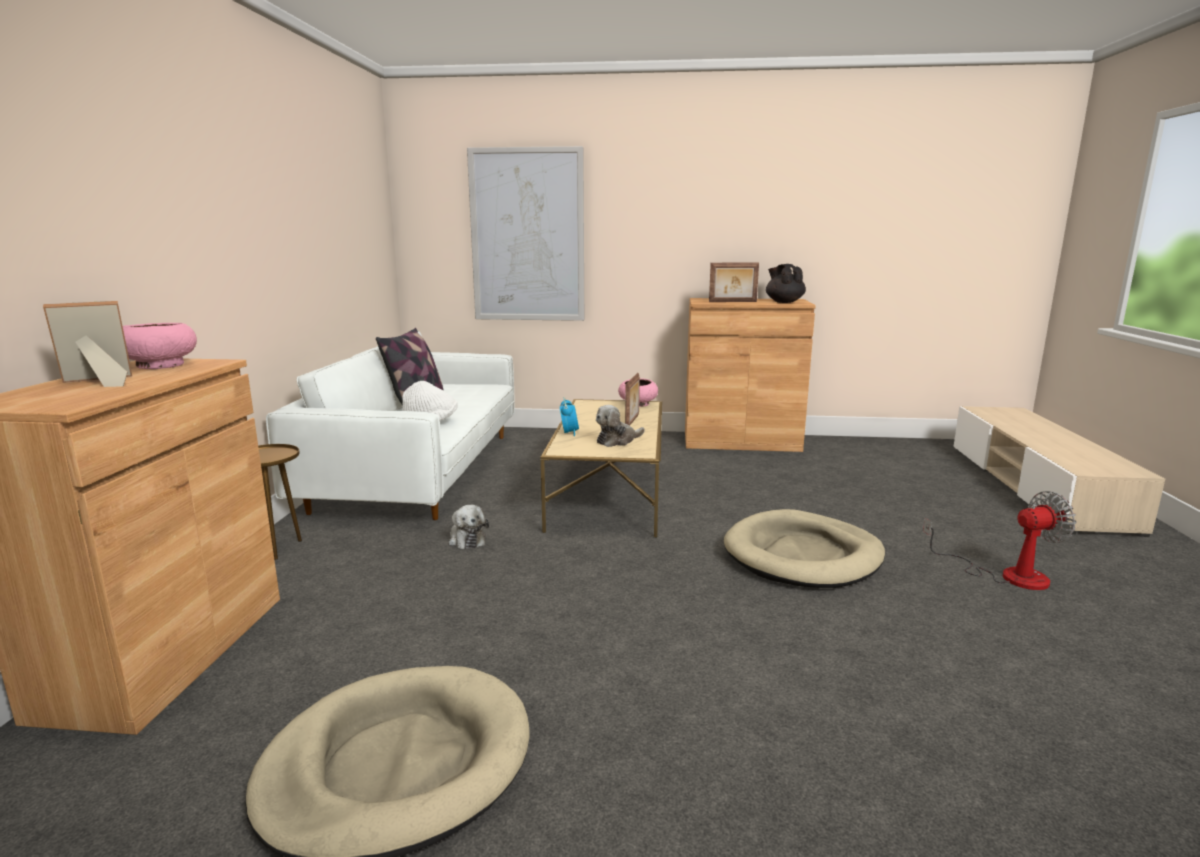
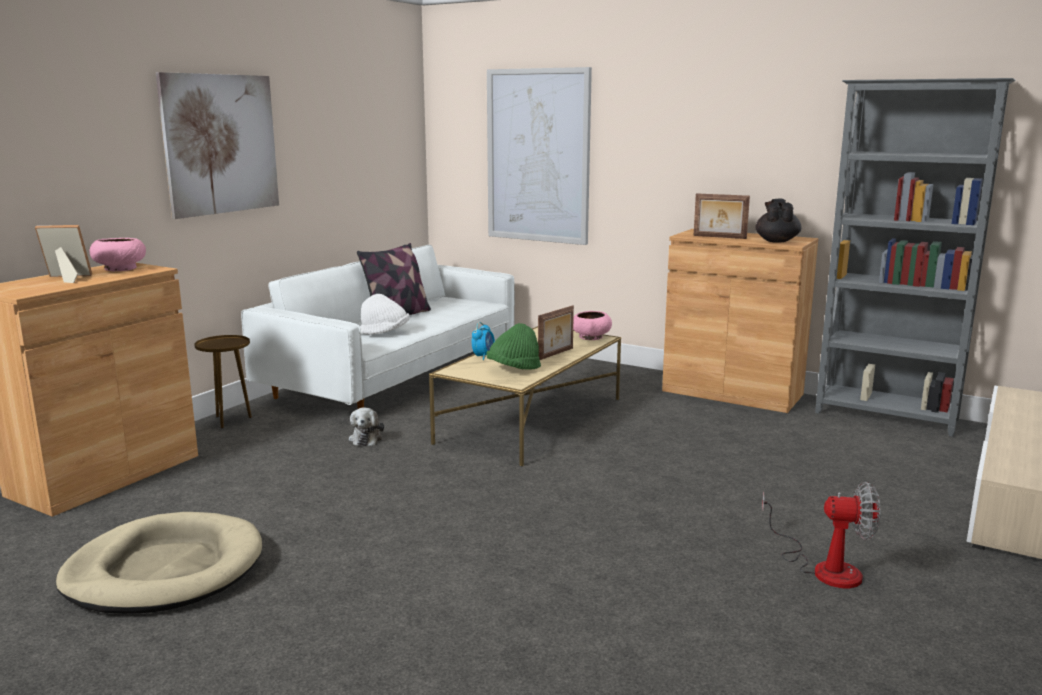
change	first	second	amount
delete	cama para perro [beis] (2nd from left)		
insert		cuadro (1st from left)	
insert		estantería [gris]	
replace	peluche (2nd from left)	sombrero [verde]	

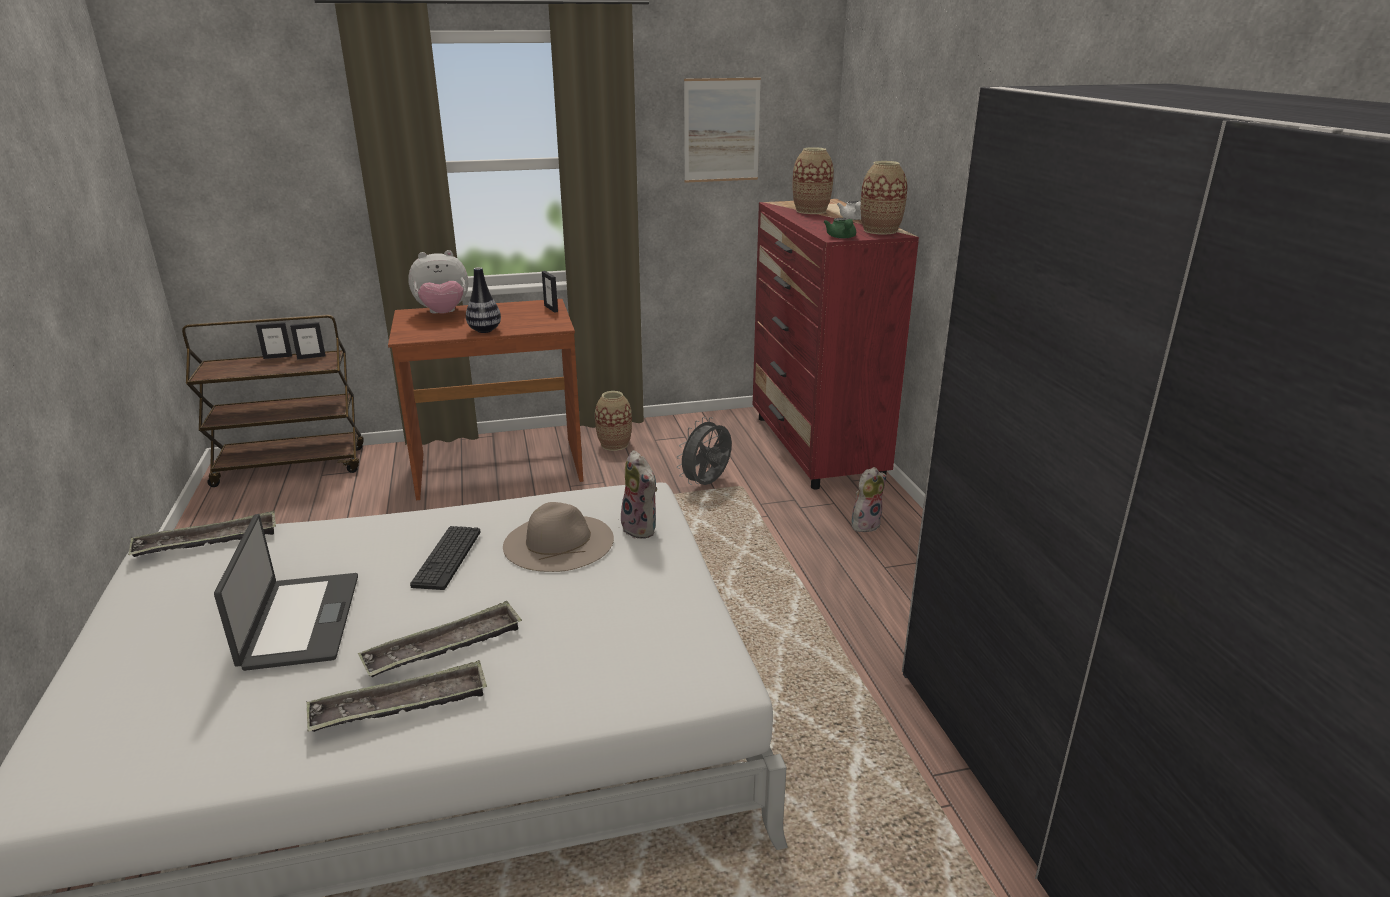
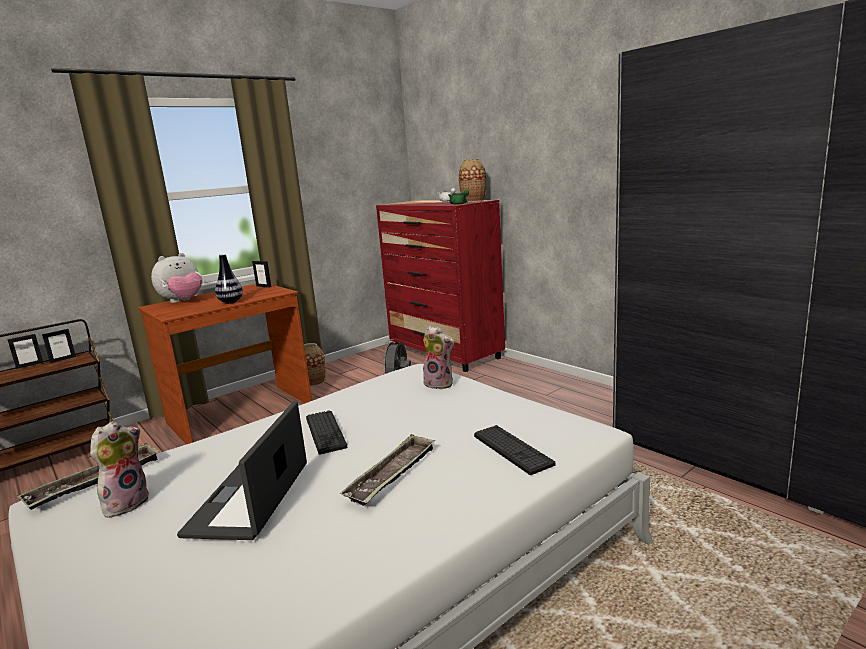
change	first	second	amount
delete	bandeja (2nd from left)		
delete	sombrero [beis]		
delete	cuadro		
delete	florero (3rd from left)		
insert		teclado (2nd from left)	
move	peluche (3rd from left in the first image)	peluche (1st from left)	
rotate	portátil		135 degrees counterclockwise

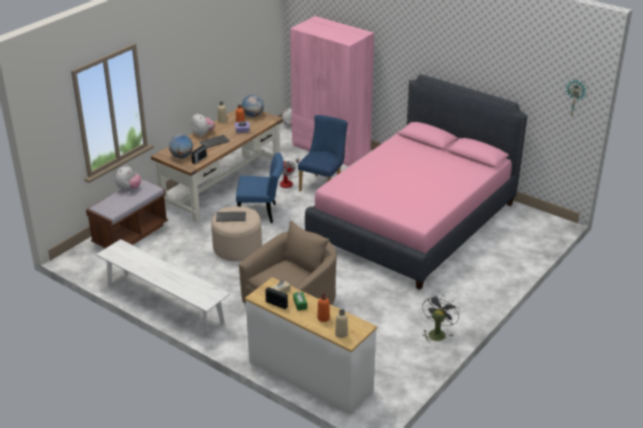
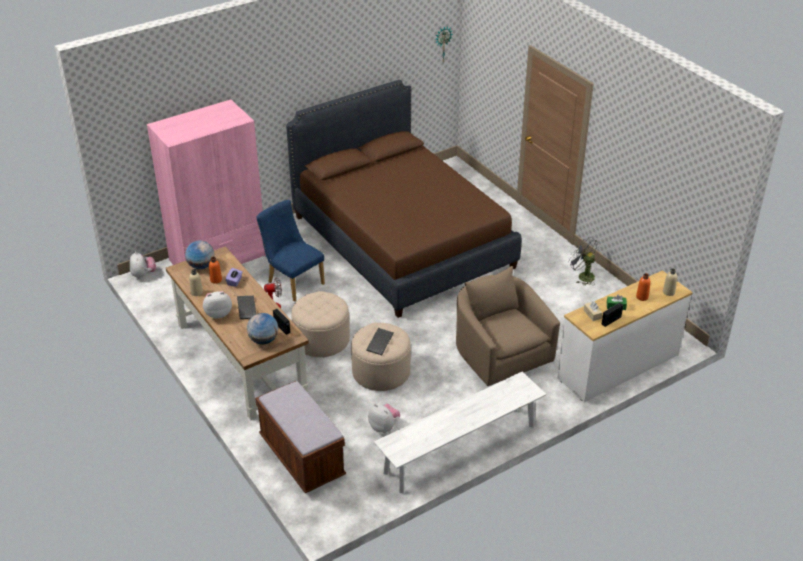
change	first	second	amount
move	peluche (1st from left in the first image)	peluche (3rd from left)	
replace	silla [azul] (1st from left)	puf [beis] (1st from left)	
recolor	cama [rosa]	cama [marrón]	

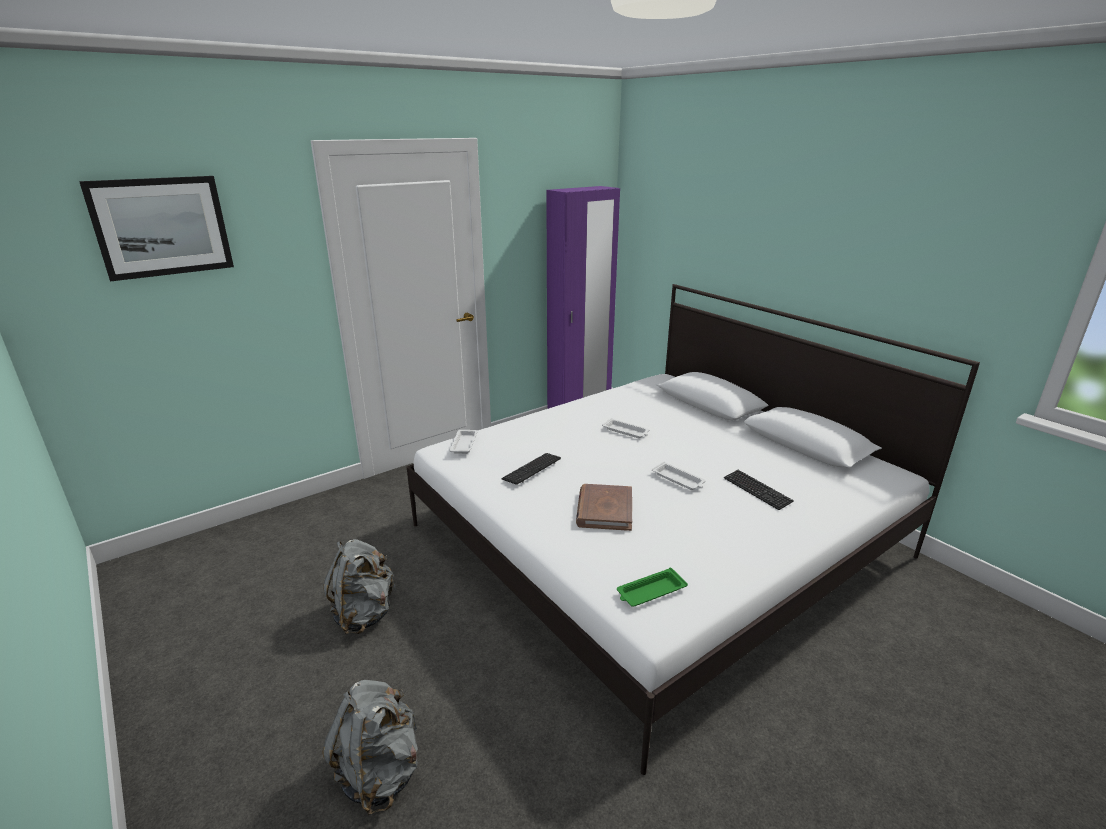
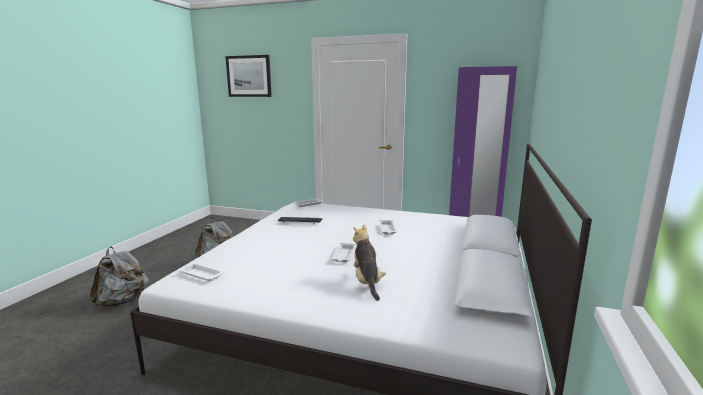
change	first	second	amount
delete	libro [marrón]		
replace	teclado (2nd from left)	peluche	
recolor	bandeja [verde]	bandeja [blanco] (1st from left)	

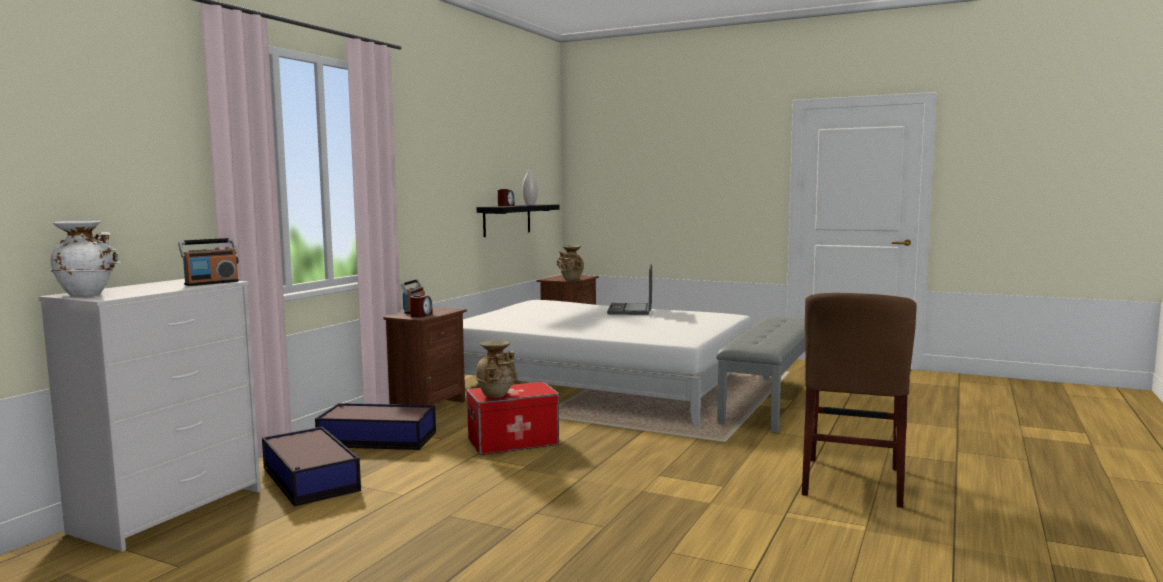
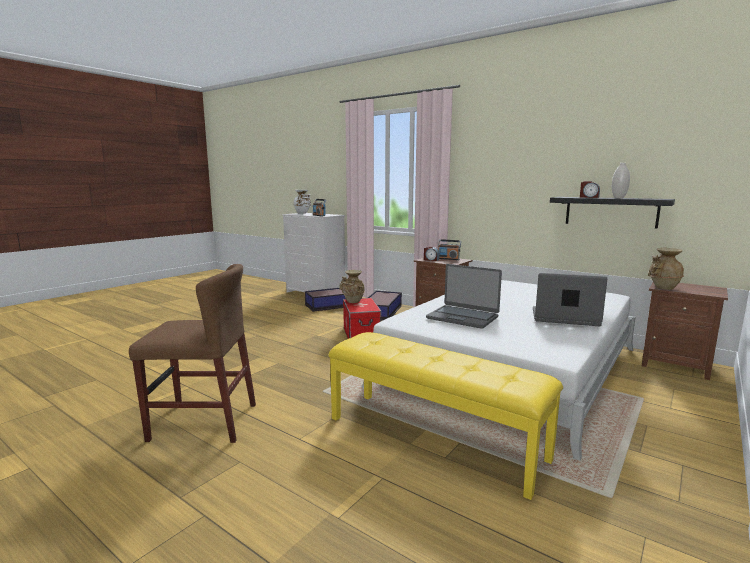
change	first	second	amount
insert		portátil (1st from left)	
recolor	banco [gris]	banco [amarillo]	
rotate	silla [marrón]		150 degrees clockwise

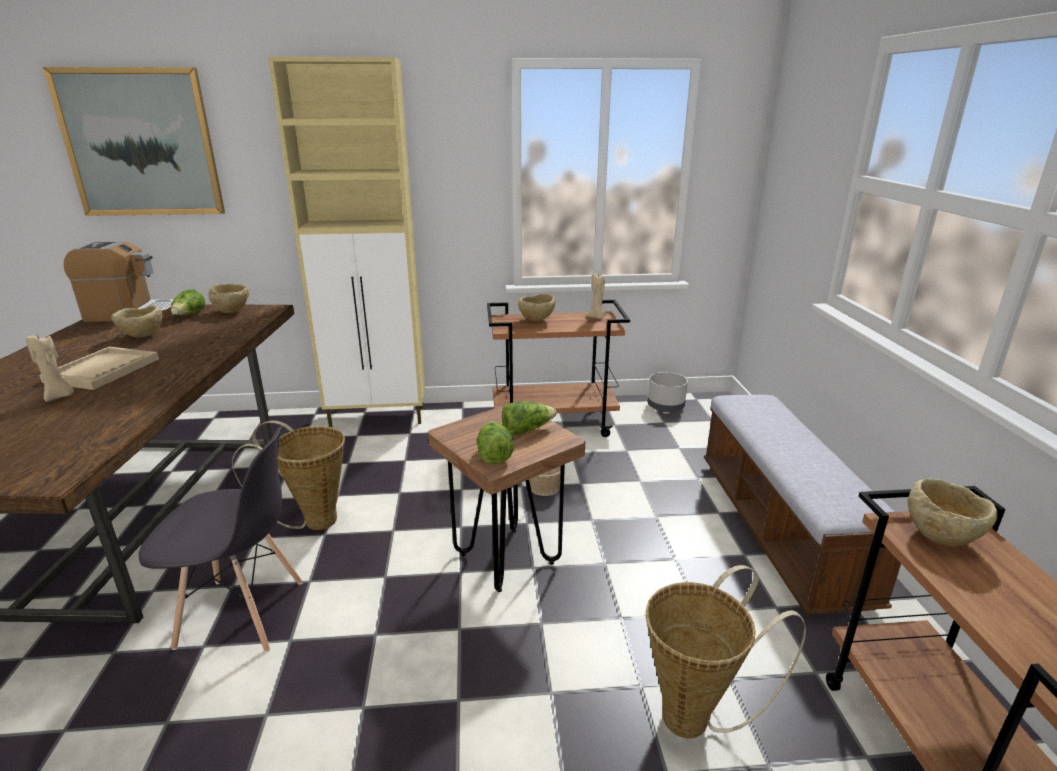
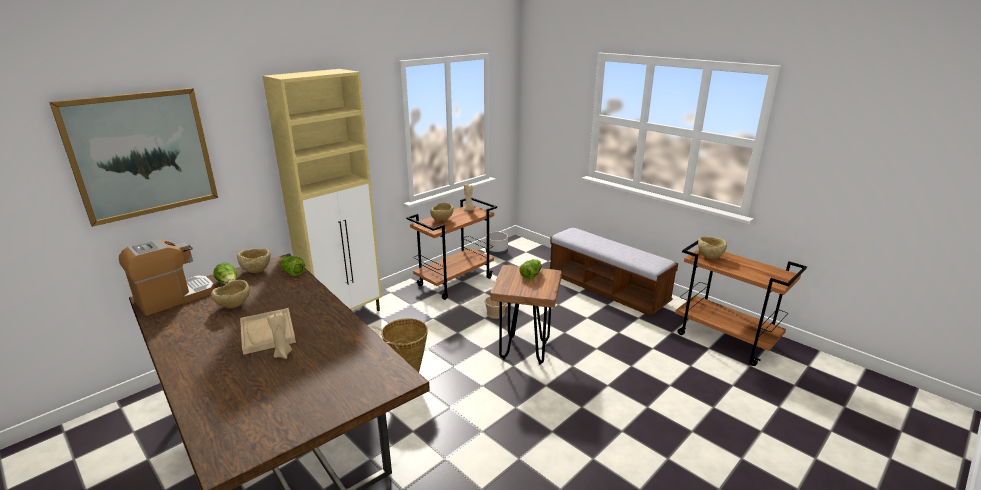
change	first	second	amount
delete	silla [gris]		
delete	cesta (3rd from left)		
move	lechuga (2nd from left)		

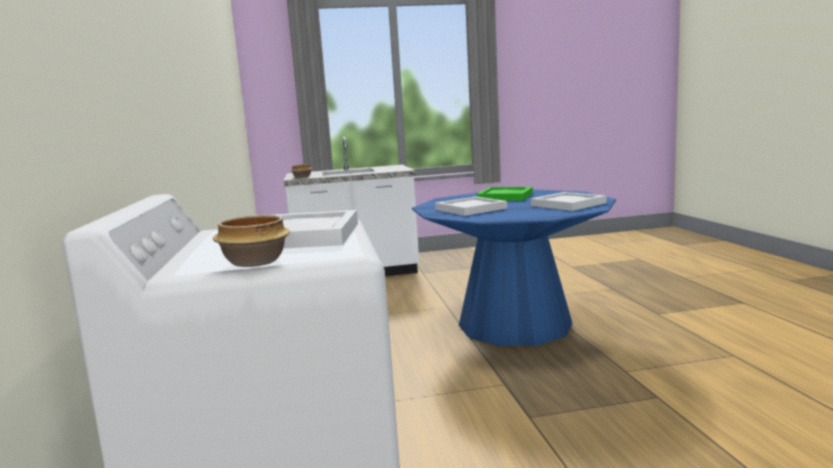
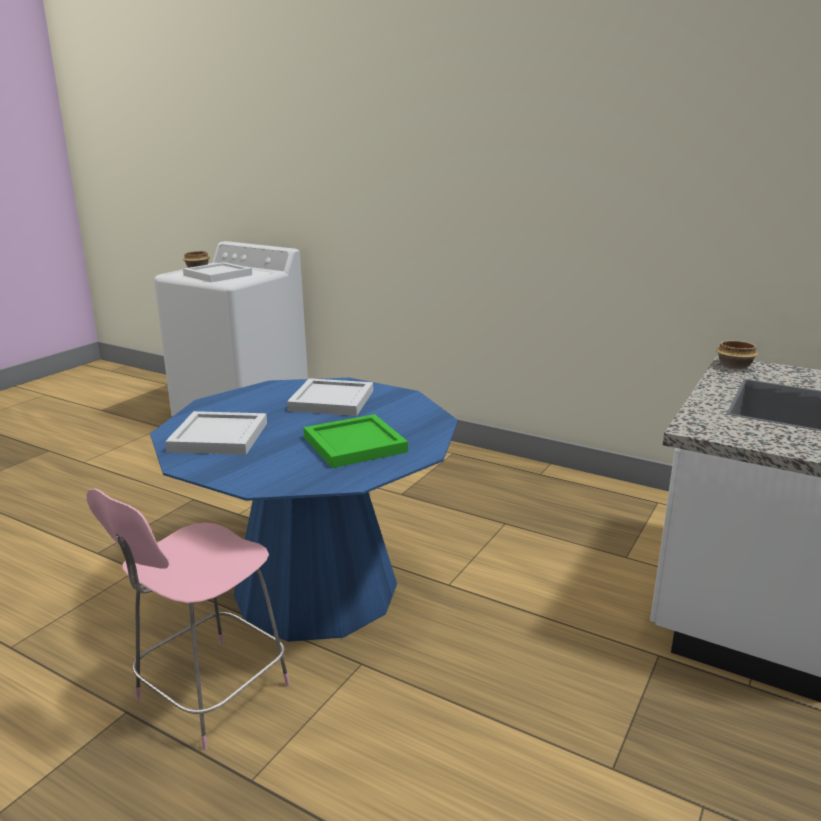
change	first	second	amount
insert		silla [rosa]	

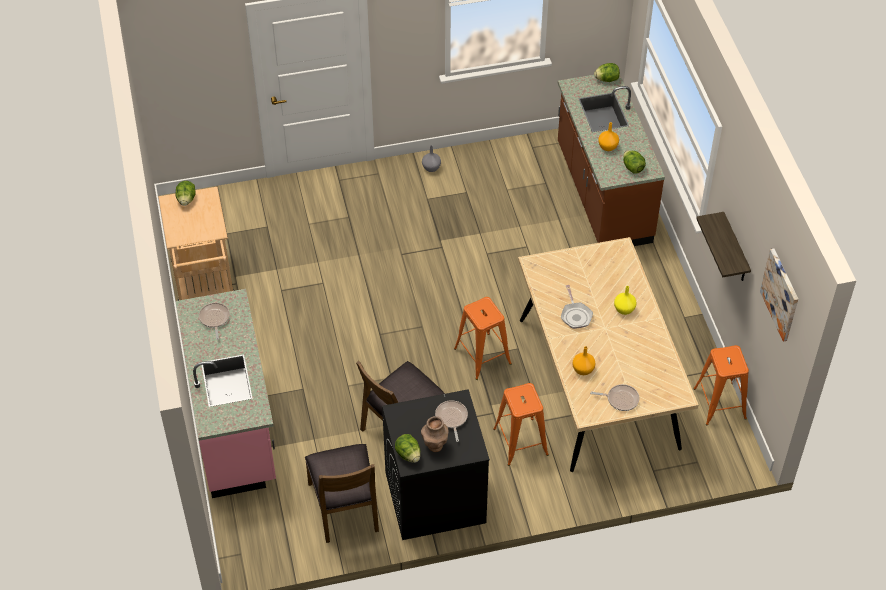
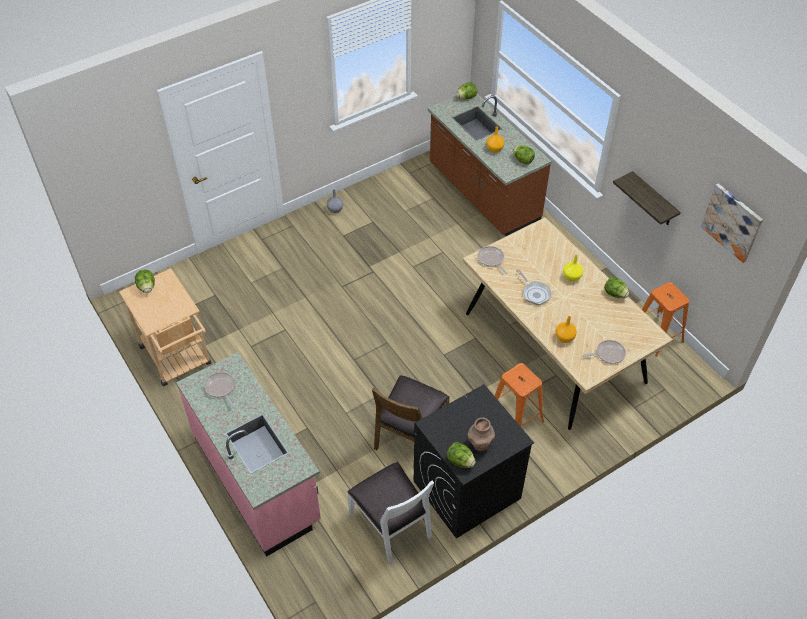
change	first	second	amount
delete	taburete [naranja] (1st from left)		
insert		lechuga (5th from left)	
move	sartén (2nd from left)		
recolor	silla [marrón] (1st from left)	silla [blanco]	

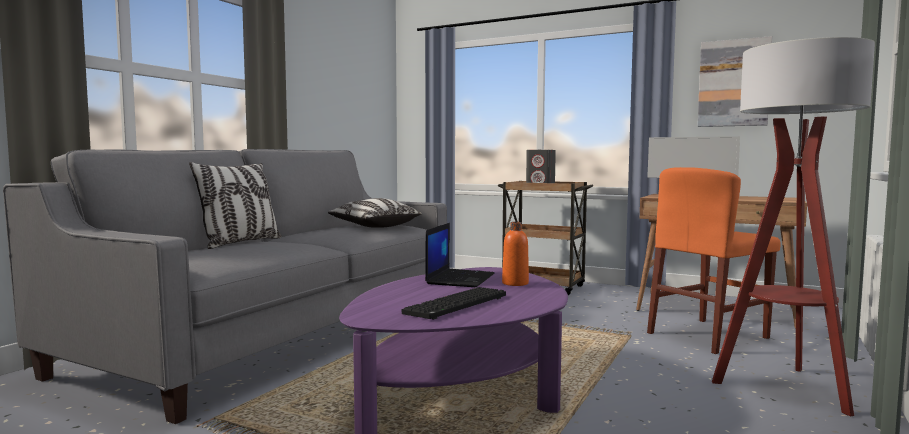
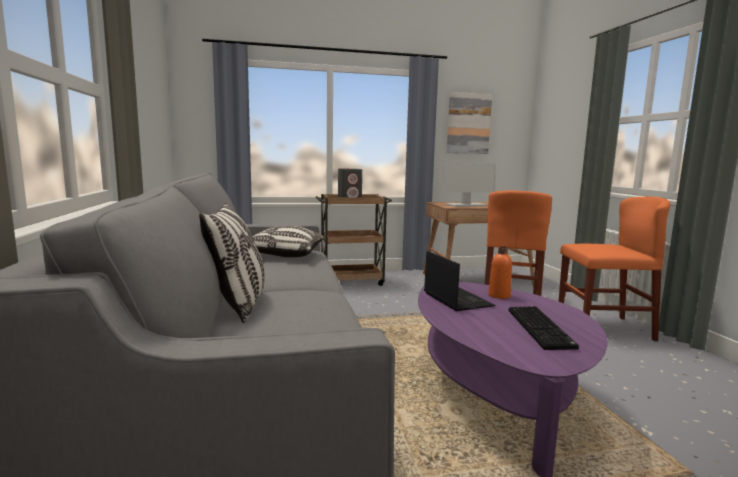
change	first	second	amount
replace	lámpara de pie	silla [naranja] (2nd from left)	

